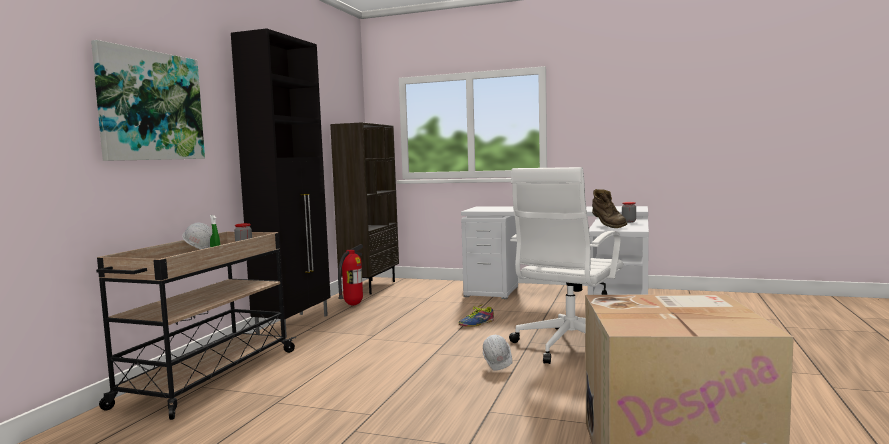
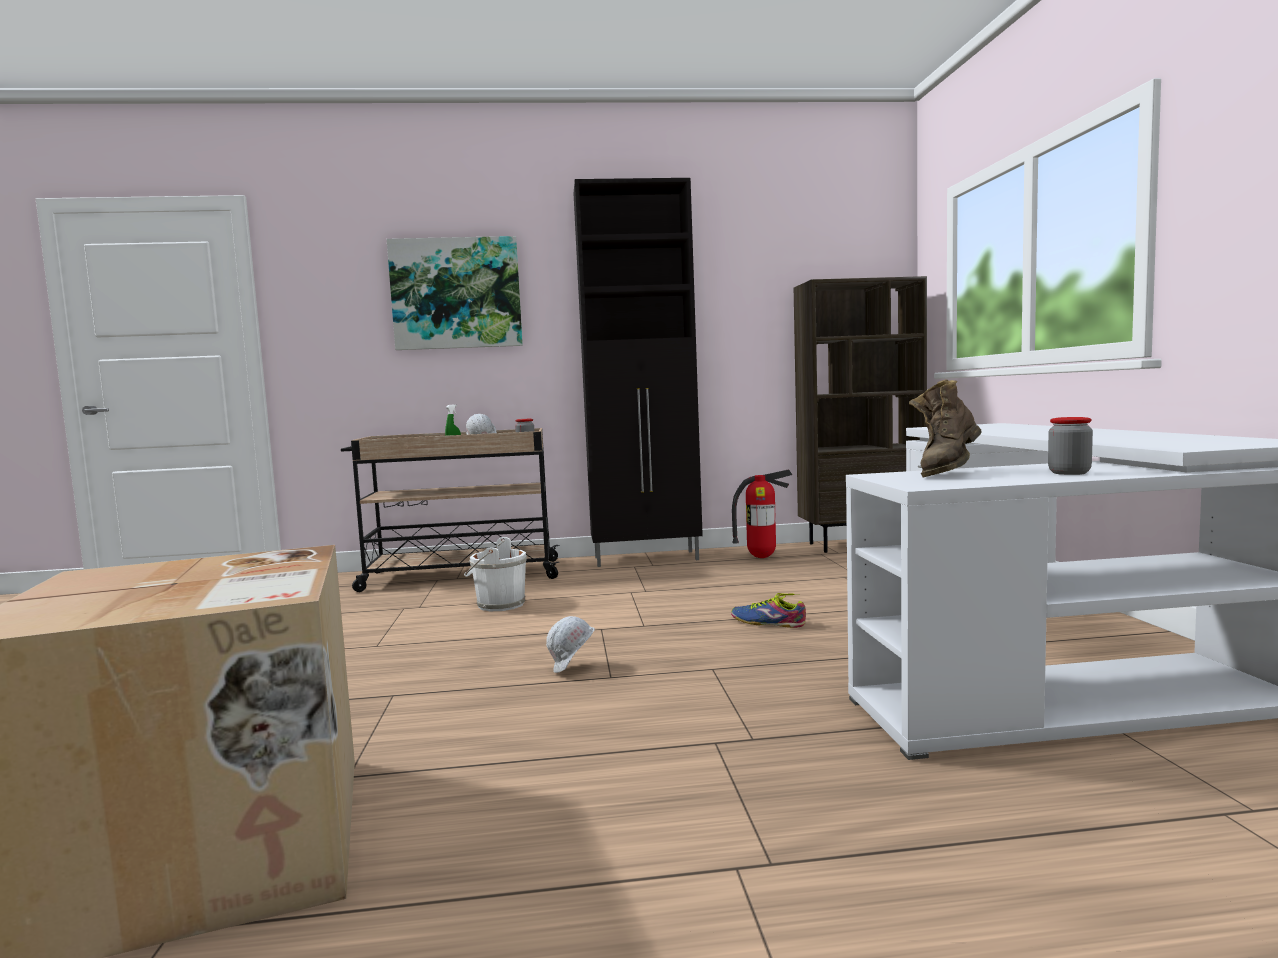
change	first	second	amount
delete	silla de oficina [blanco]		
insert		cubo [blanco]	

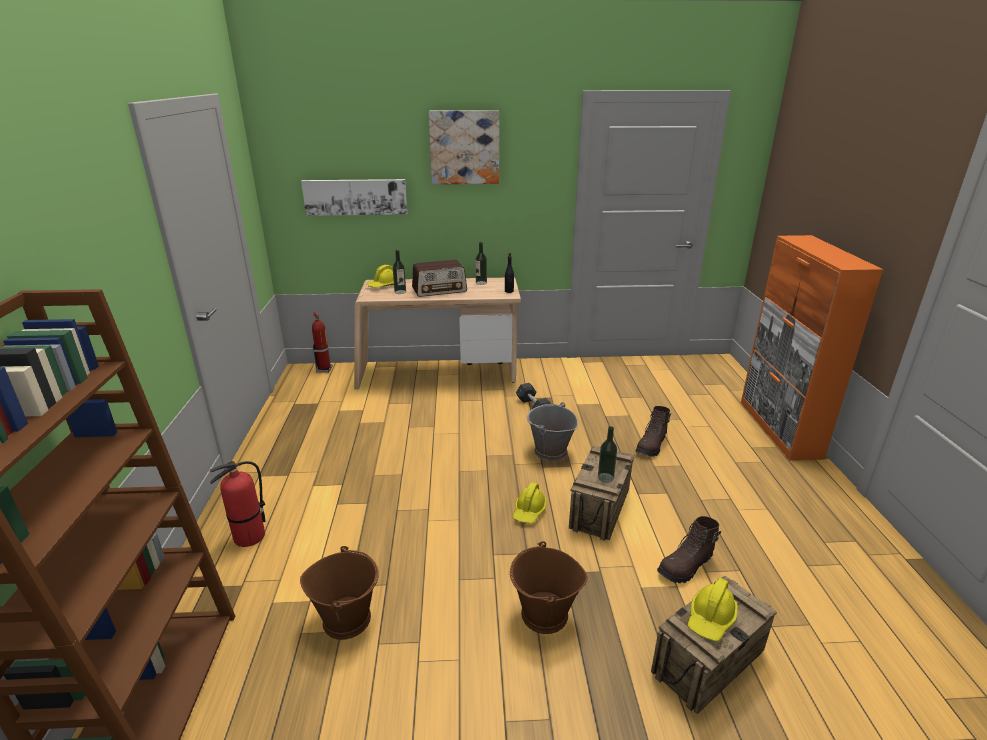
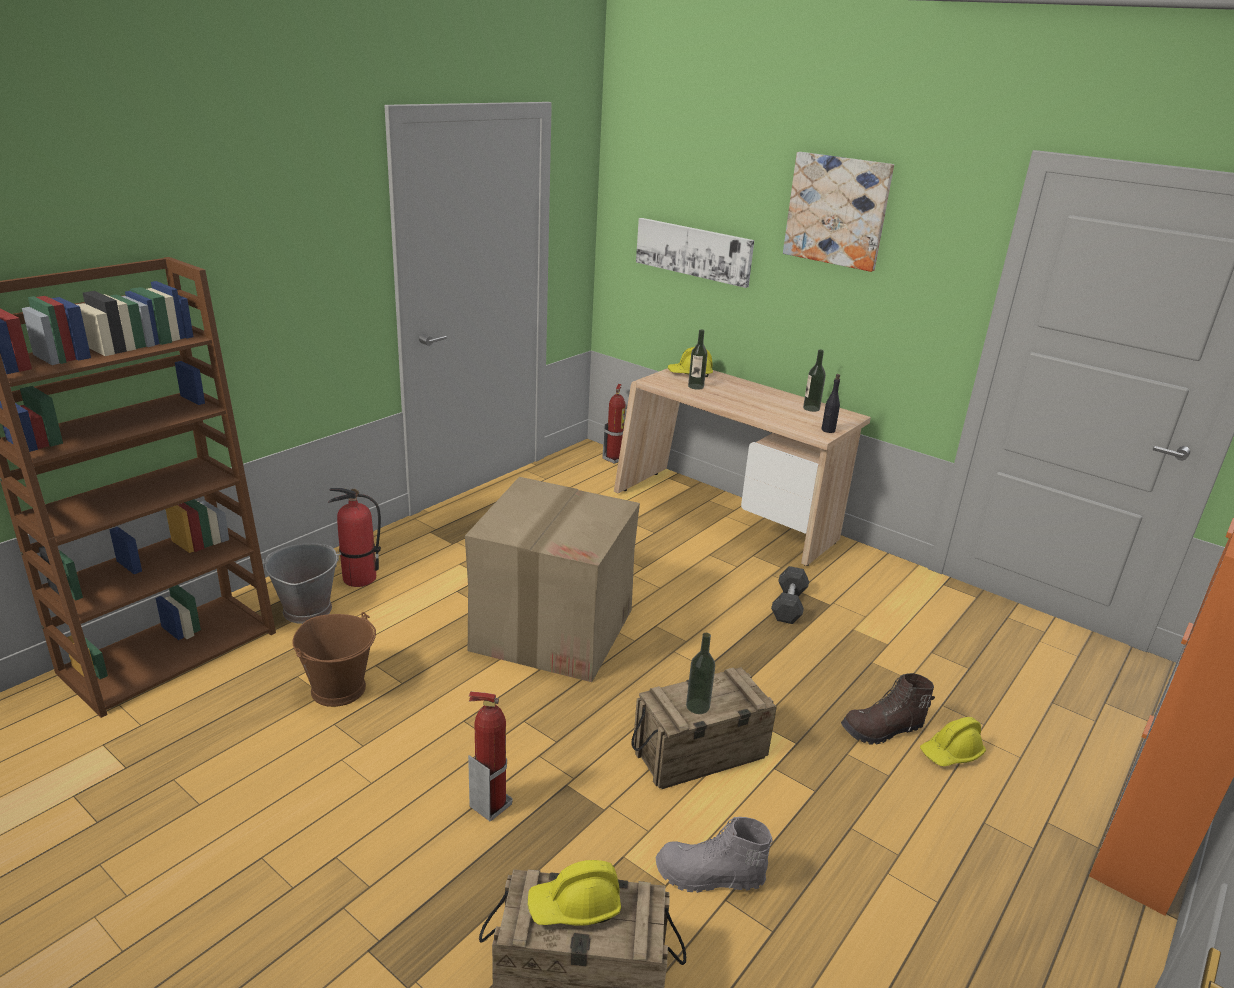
change	first	second	amount
delete	radio		
insert		caja de cartón	
move	casco [amarillo] (2nd from left in the first image)	casco [amarillo] (3rd from left)	
move	cubo [gris]		
replace	cubo [marrón] (2nd from left)	extintor (2nd from left)	
recolor	bota [marrón] (2nd from left)	bota [gris]	

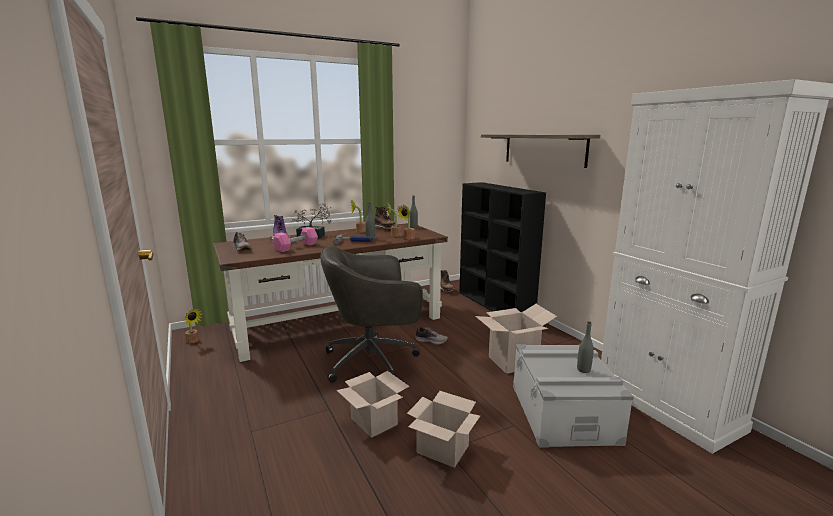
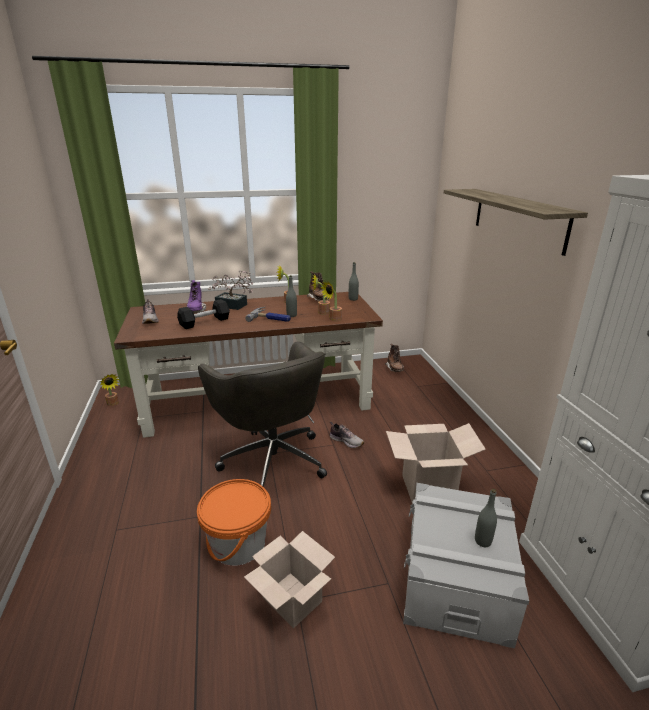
change	first	second	amount
delete	estantería [negro]		
replace	caja de cartón (1st from left)	cubo [naranja]	
recolor	mancuerna [rosa]	mancuerna [negro]	
rotate	silla de oficina [gris]		120 degrees counterclockwise

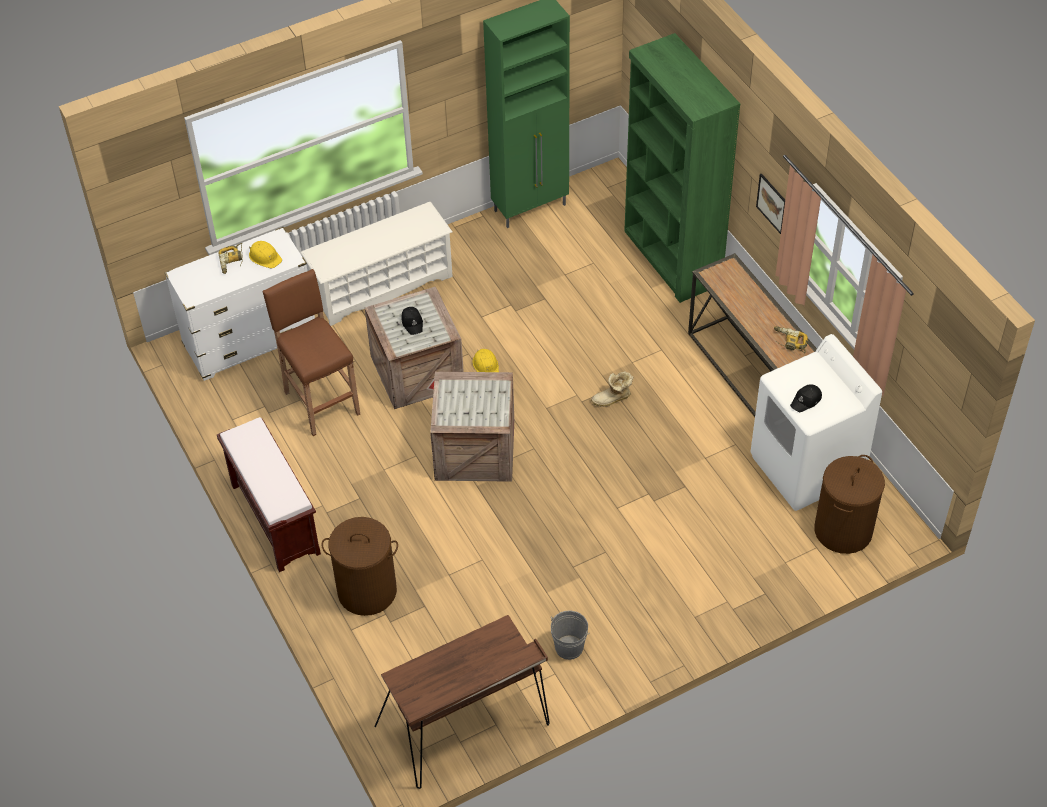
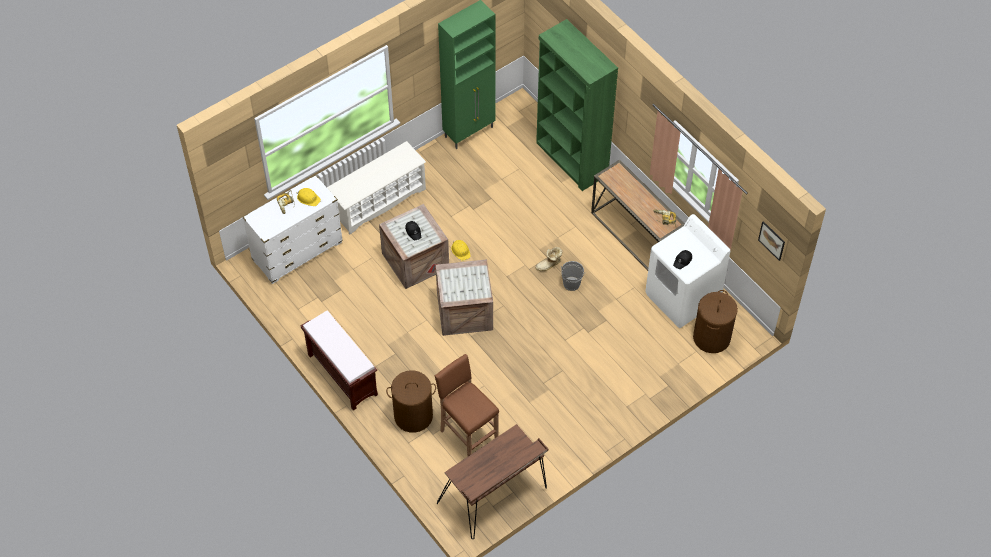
change	first	second	amount
move	taburete [marrón]		
move	cubo [gris]		
move	cuadro		

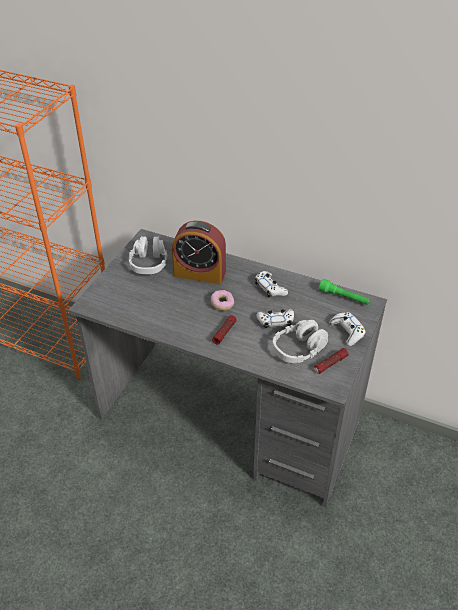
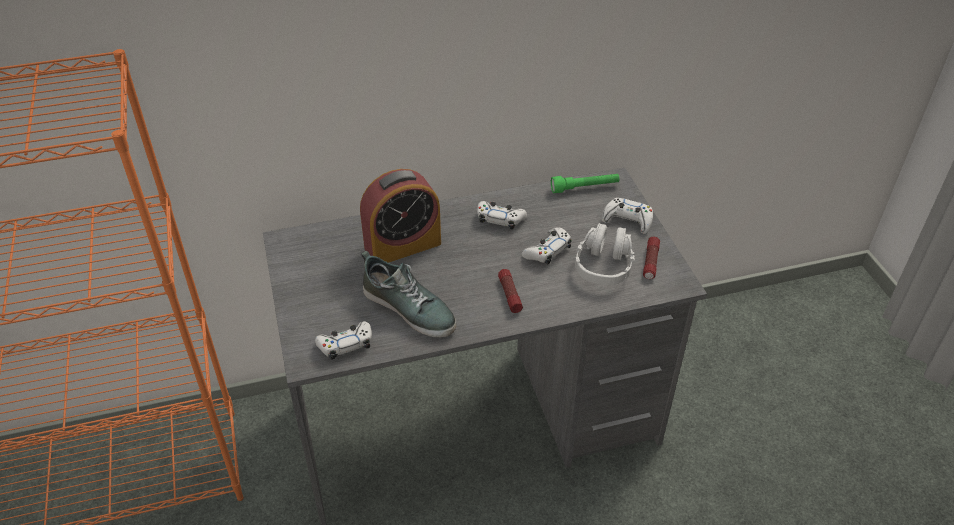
change	first	second	amount
delete	auriculares [gris] (1st from left)		
delete	rosquilla		
insert		mando de consola [blanco] (1st from left)	
insert		zapato	

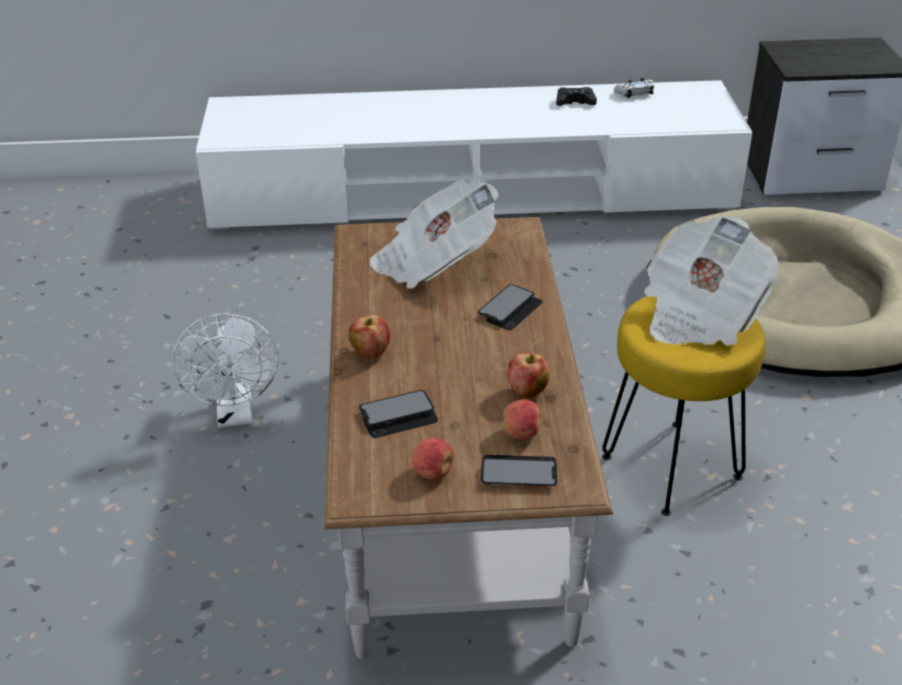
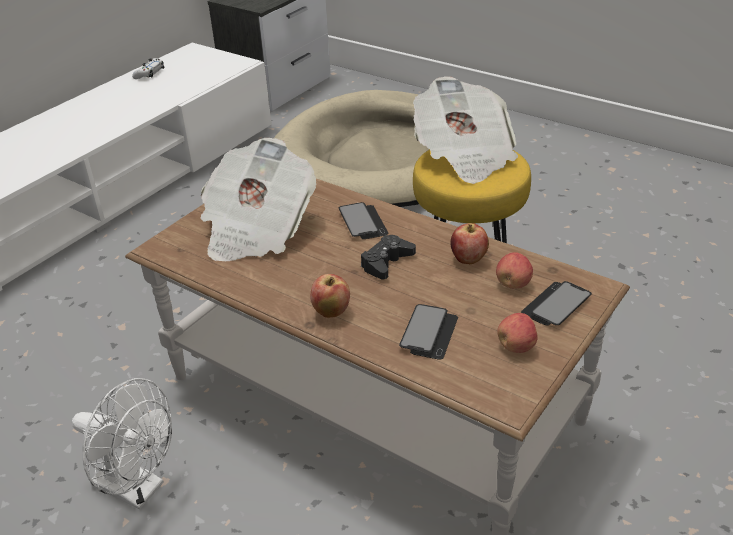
change	first	second	amount
move	mando de consola [negro]		

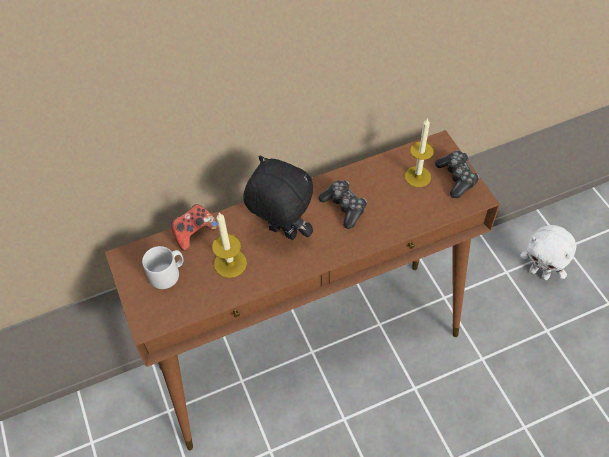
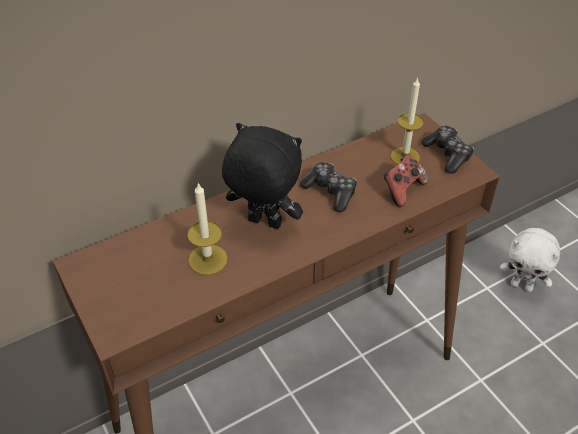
change	first	second	amount
delete	taza grande [gris]		
move	mando de consola (1st from left in the first image)	mando de consola (2nd from left)	

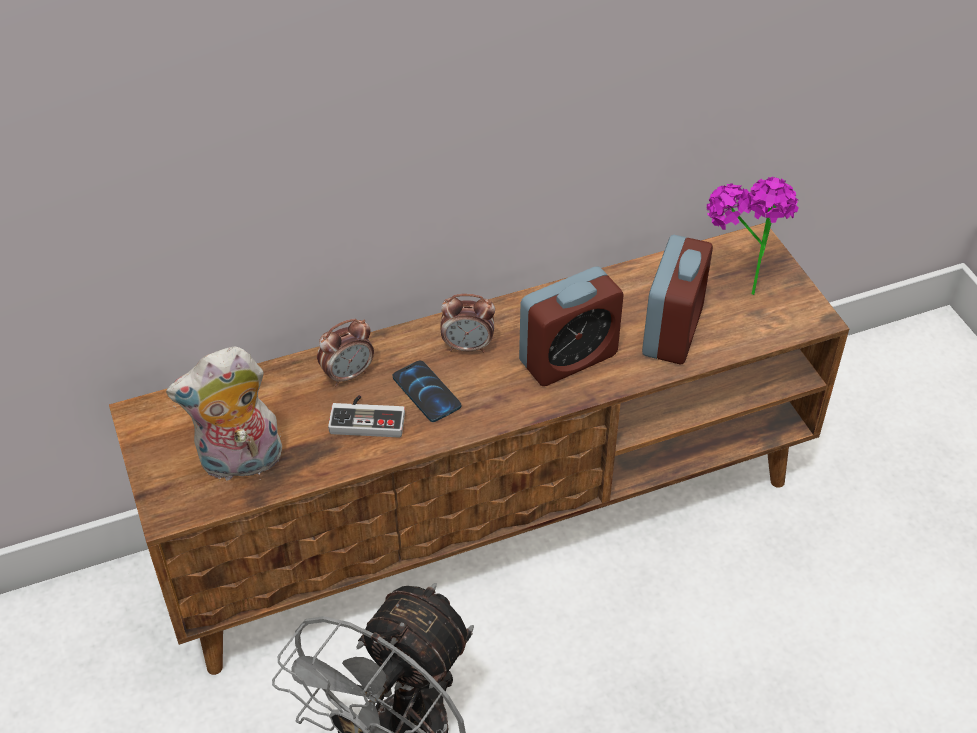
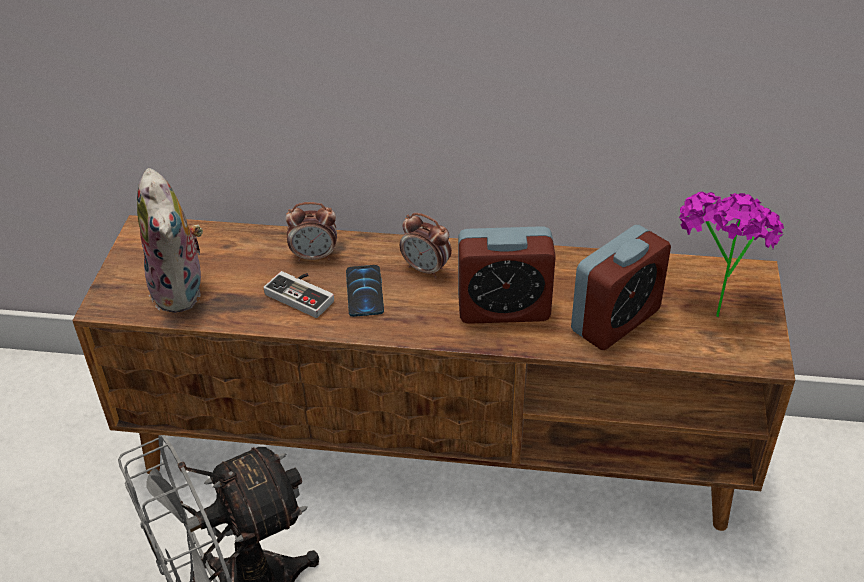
change	first	second	amount
rotate	peluche		120 degrees counterclockwise

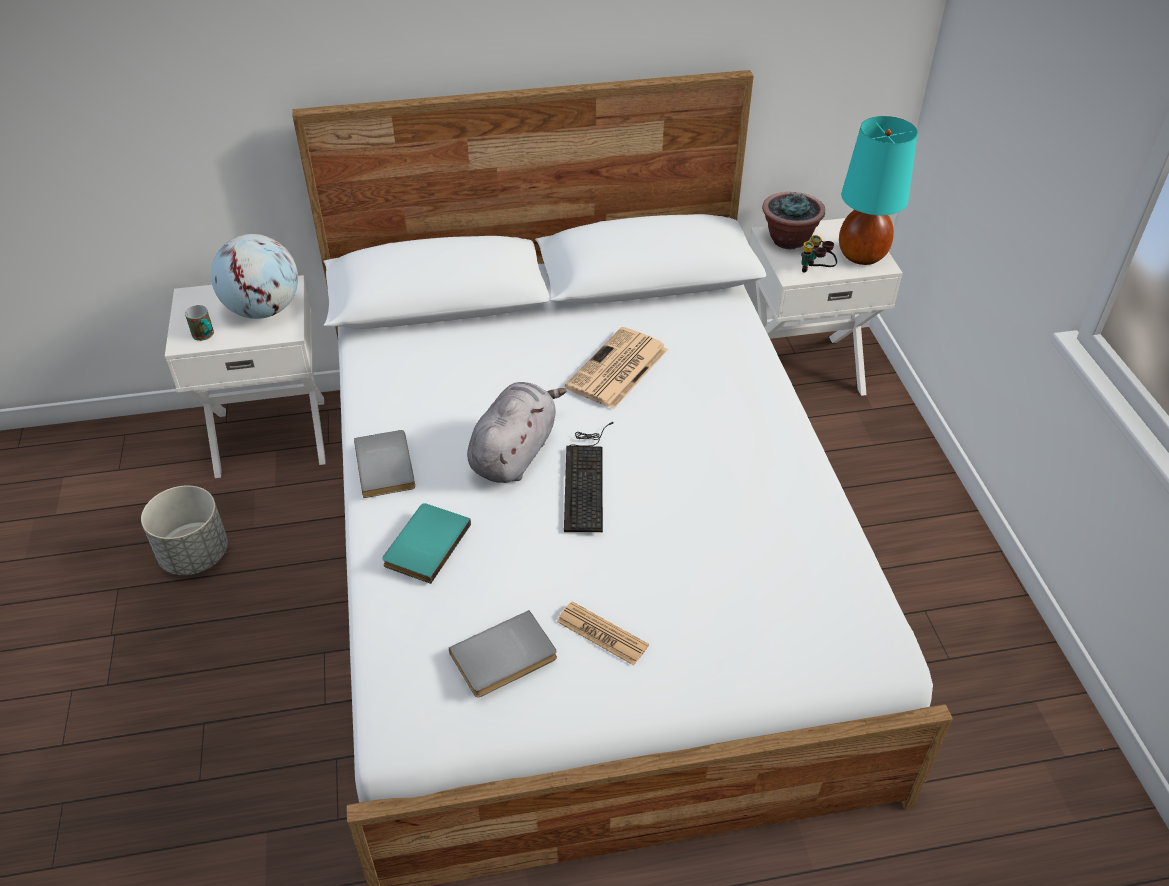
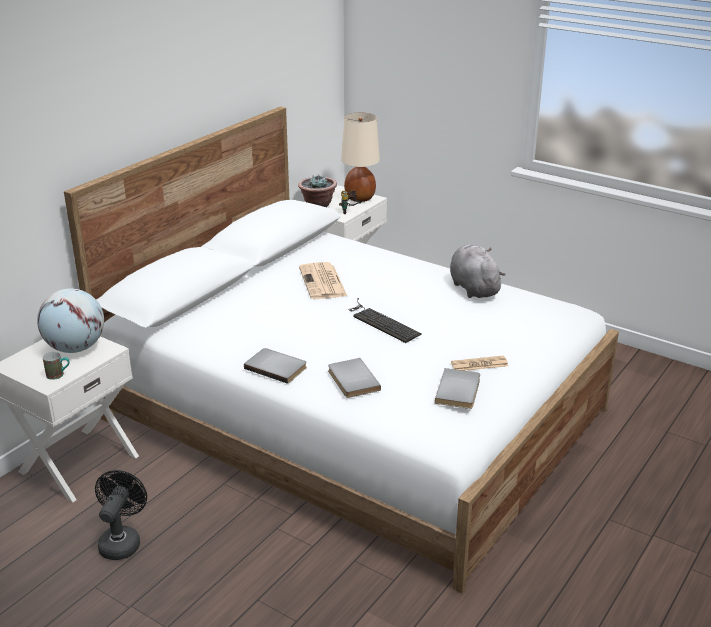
change	first	second	amount
move	peluche [gris]		
replace	maceta [gris]	ventilador [negro]	
recolor	libro [turquesa]	libro [gris] (2nd from left)	
recolor	lámpara de mesa [turquesa]	lámpara de mesa [beis]	

